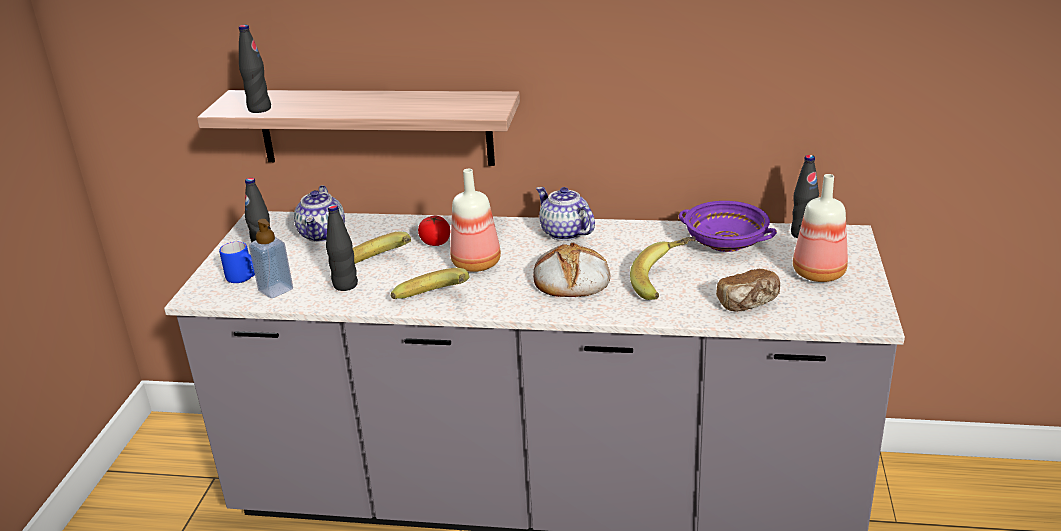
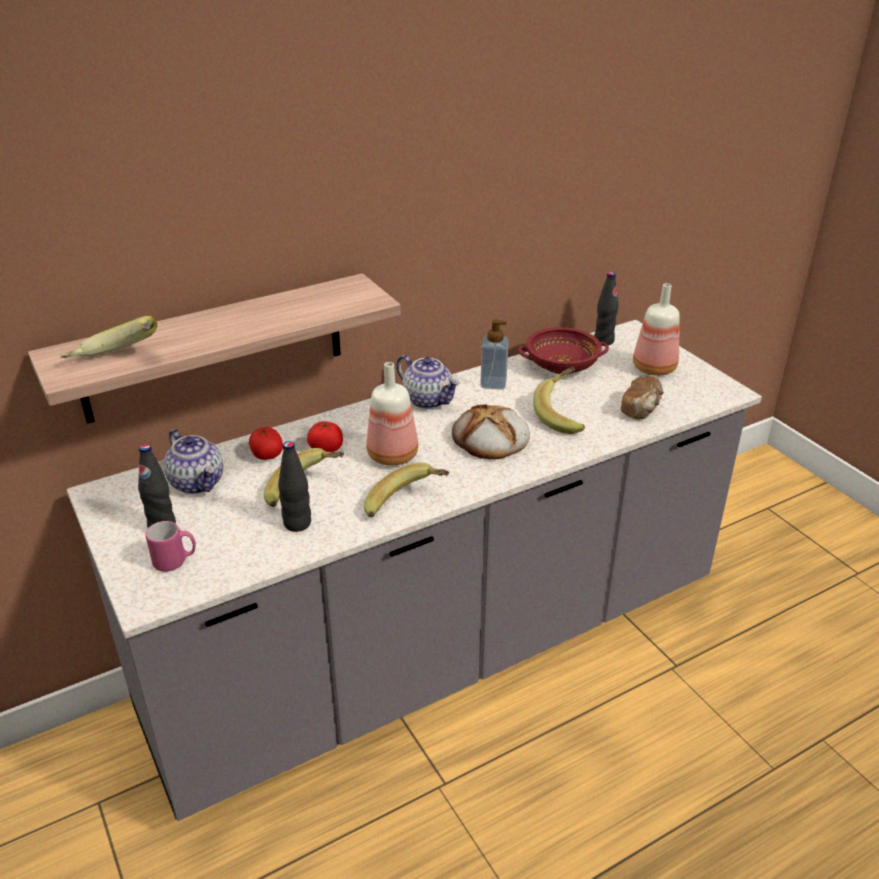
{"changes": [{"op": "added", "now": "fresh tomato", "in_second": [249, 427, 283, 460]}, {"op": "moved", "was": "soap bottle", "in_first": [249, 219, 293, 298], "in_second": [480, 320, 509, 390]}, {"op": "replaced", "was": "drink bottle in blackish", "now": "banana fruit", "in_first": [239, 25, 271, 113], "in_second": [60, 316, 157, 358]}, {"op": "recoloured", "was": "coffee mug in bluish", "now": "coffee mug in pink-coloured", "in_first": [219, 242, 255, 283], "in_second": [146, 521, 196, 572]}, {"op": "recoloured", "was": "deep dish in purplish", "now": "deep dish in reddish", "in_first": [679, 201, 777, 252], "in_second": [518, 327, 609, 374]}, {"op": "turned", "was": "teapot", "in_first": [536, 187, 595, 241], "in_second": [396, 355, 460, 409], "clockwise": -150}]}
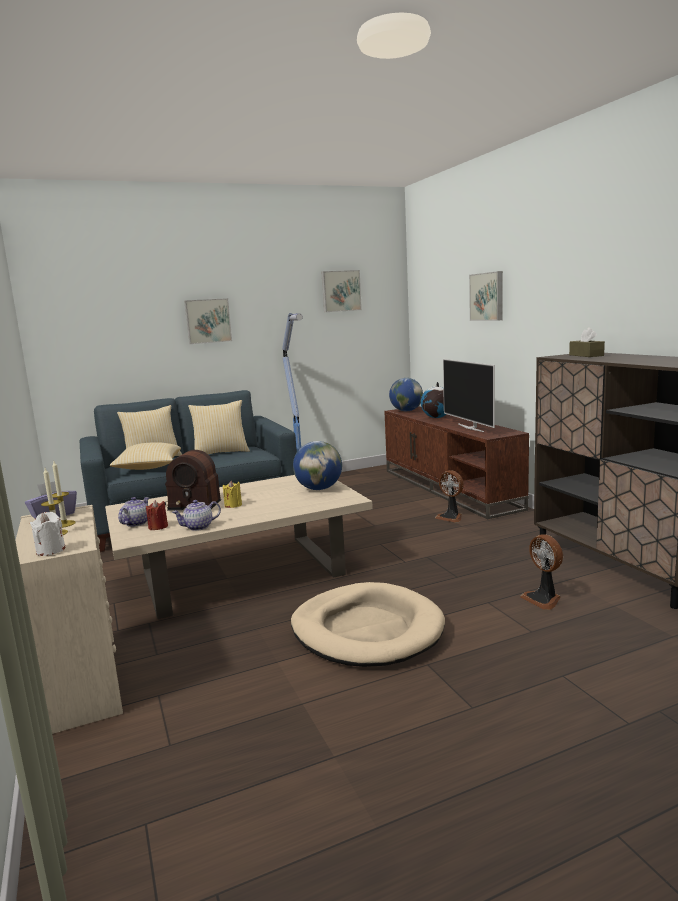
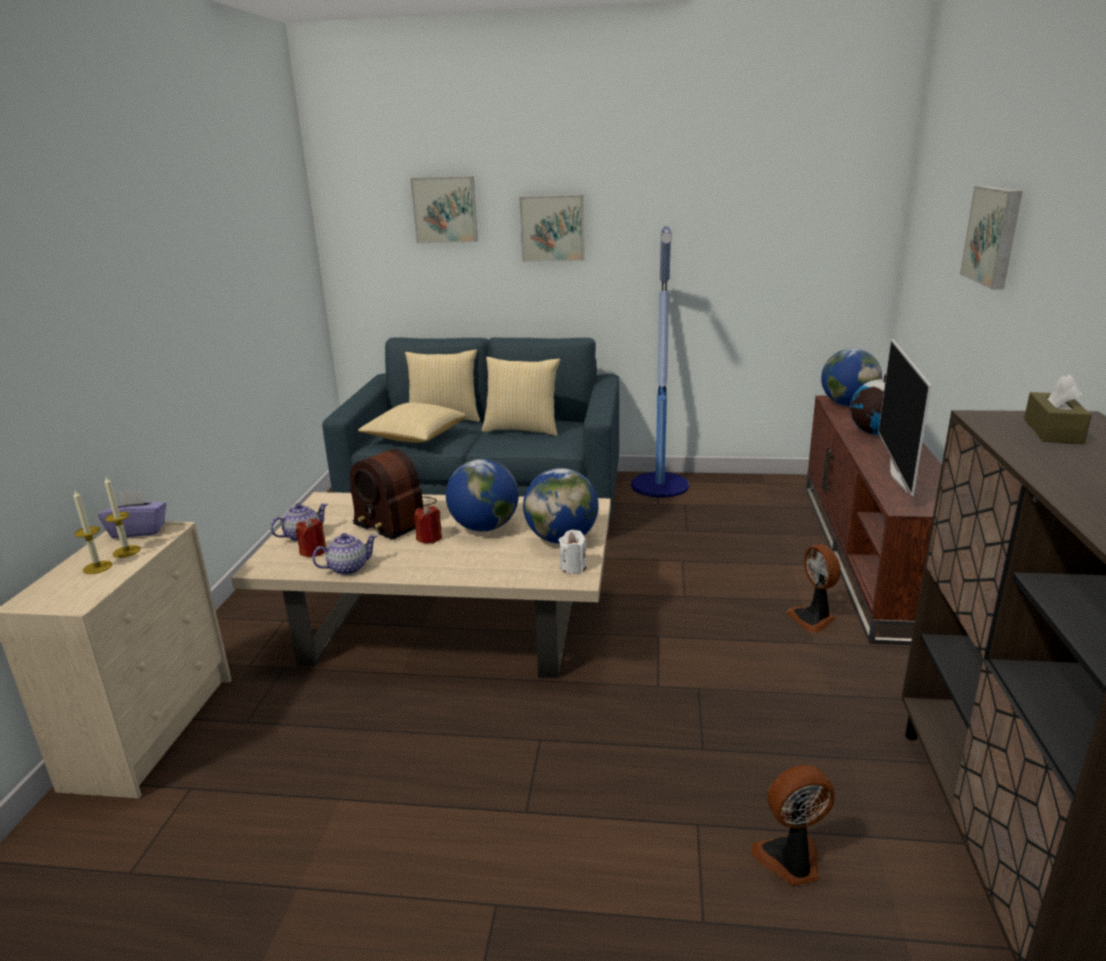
{"changes": [{"op": "removed", "was": "pet bed in beige-coloured", "in_first": [291, 582, 445, 667]}, {"op": "added", "now": "desk globe", "in_second": [446, 459, 519, 532]}, {"op": "moved", "was": "candle in white", "in_first": [30, 512, 65, 556], "in_second": [559, 530, 587, 574]}, {"op": "moved", "was": "wall picture", "in_first": [321, 270, 362, 312], "in_second": [410, 176, 478, 243]}, {"op": "recoloured", "was": "candle in yellow-coloured", "now": "candle in reddish", "in_first": [223, 480, 242, 508], "in_second": [414, 505, 442, 543]}, {"op": "turned", "was": "teapot", "in_first": [172, 500, 221, 531], "in_second": [312, 533, 378, 575], "clockwise": 150}, {"op": "turned", "was": "electric fan", "in_first": [520, 534, 563, 610], "in_second": [751, 765, 835, 886], "clockwise": 75}]}
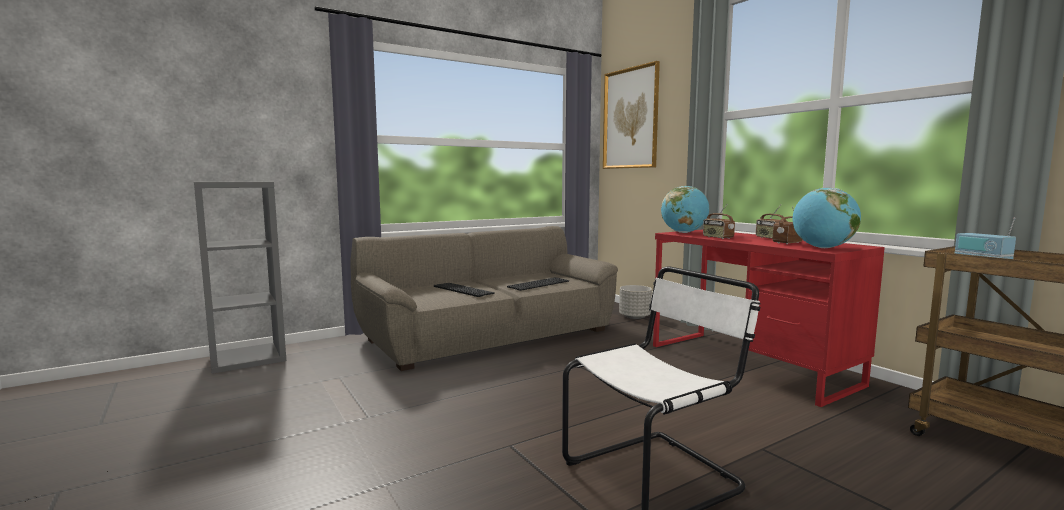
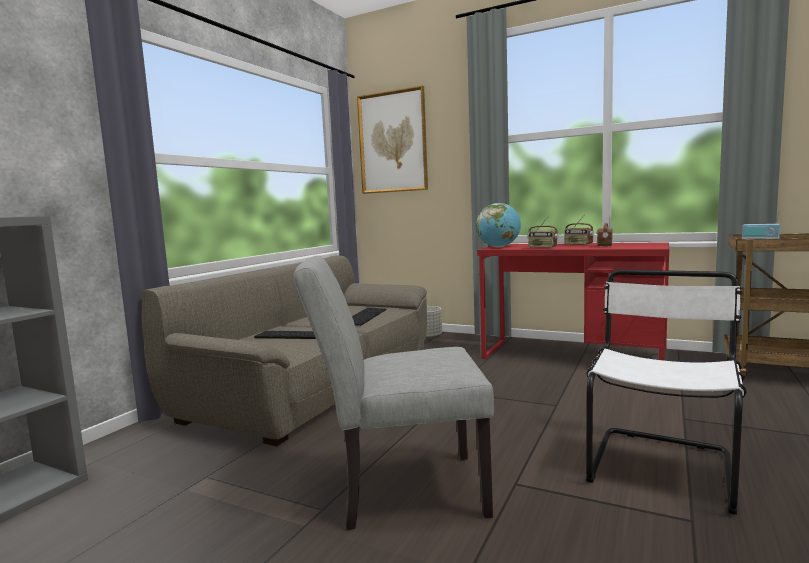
{"changes": [{"op": "removed", "was": "desk globe", "in_first": [792, 188, 861, 248]}, {"op": "added", "now": "upright chair in greyish", "in_second": [293, 256, 494, 530]}]}
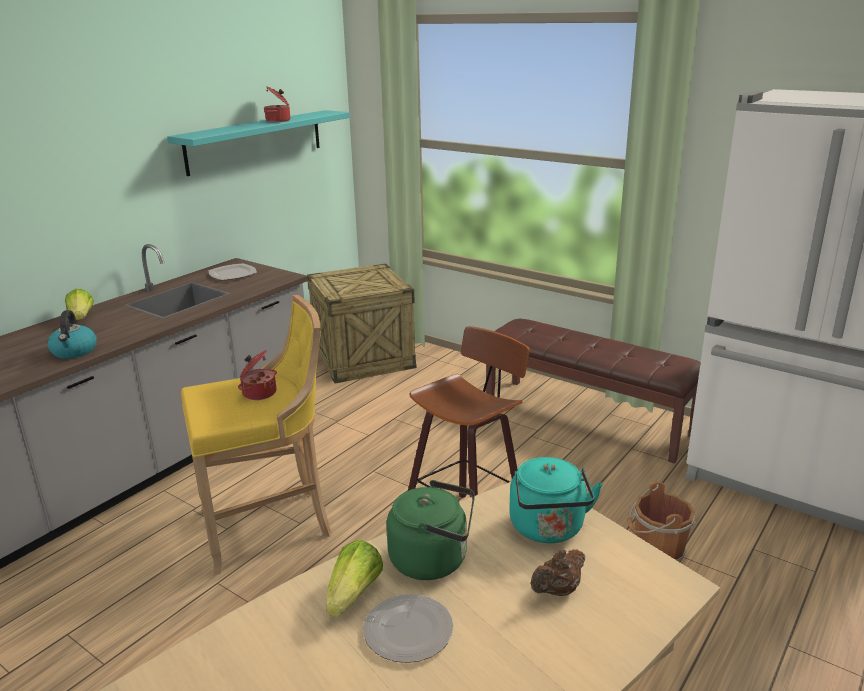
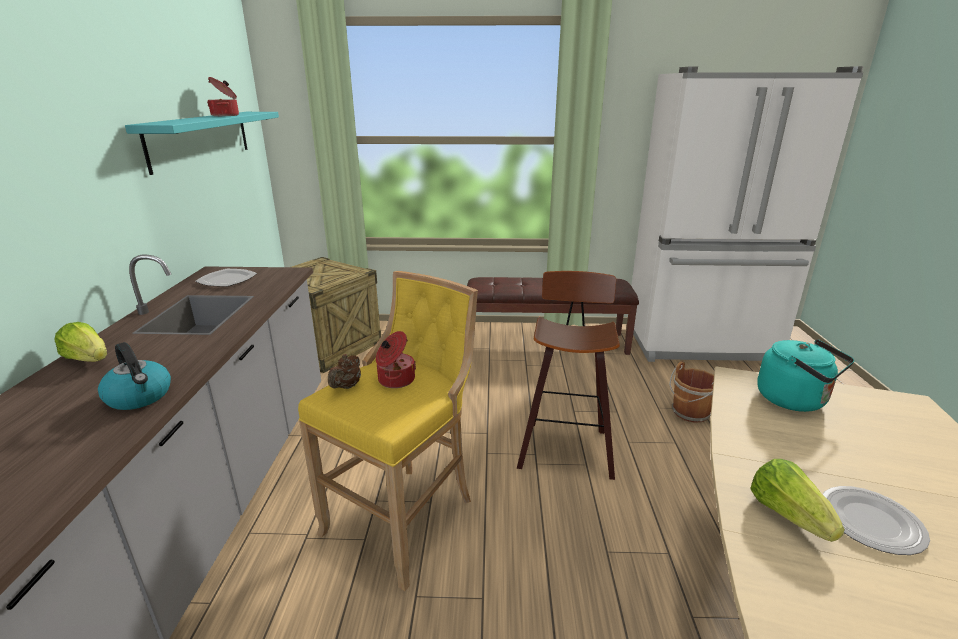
{"changes": [{"op": "removed", "was": "kettle in green", "in_first": [386, 480, 475, 580]}, {"op": "moved", "was": "teapot in brownish", "in_first": [531, 549, 585, 596], "in_second": [328, 354, 361, 389]}]}
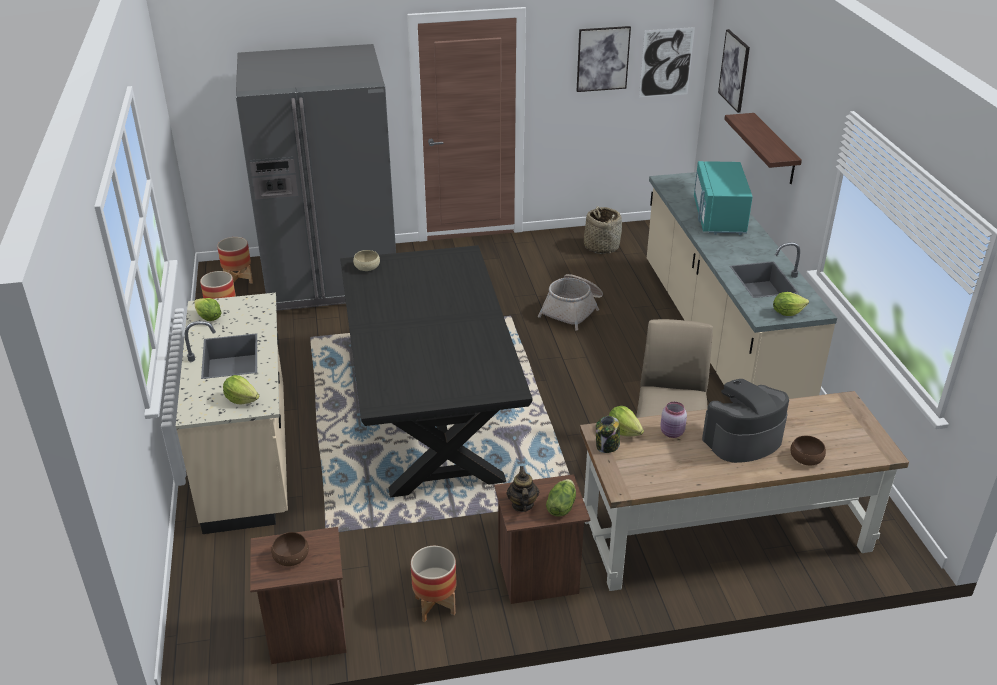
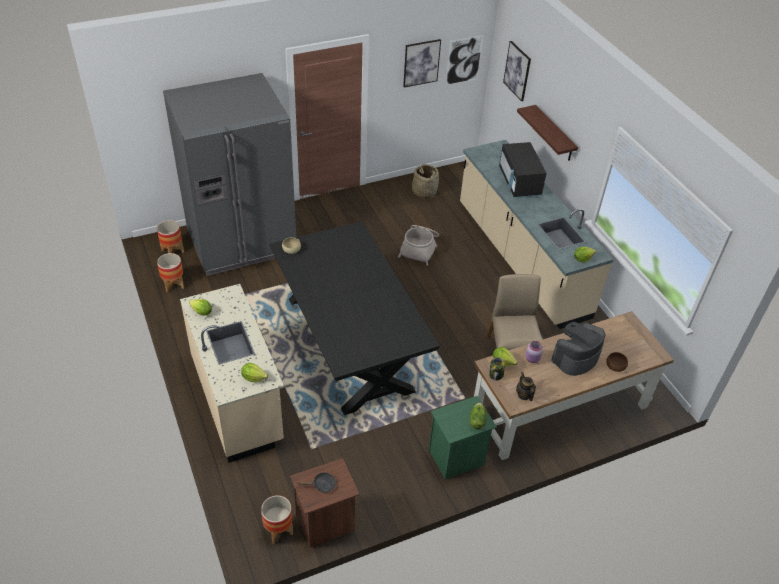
{"changes": [{"op": "moved", "was": "planter", "in_first": [411, 546, 456, 622], "in_second": [261, 495, 293, 544]}, {"op": "moved", "was": "teapot", "in_first": [507, 466, 539, 512], "in_second": [516, 372, 536, 401]}, {"op": "replaced", "was": "deep dish in brownish", "now": "frying pan in blackish", "in_first": [271, 532, 309, 566], "in_second": [297, 473, 336, 493]}, {"op": "recoloured", "was": "bedside table in brownish", "now": "bedside table in green", "in_first": [494, 474, 590, 604], "in_second": [429, 396, 497, 479]}, {"op": "recoloured", "was": "microwave oven in turquoise", "now": "microwave oven in blackish", "in_first": [694, 161, 753, 235], "in_second": [499, 142, 547, 198]}]}
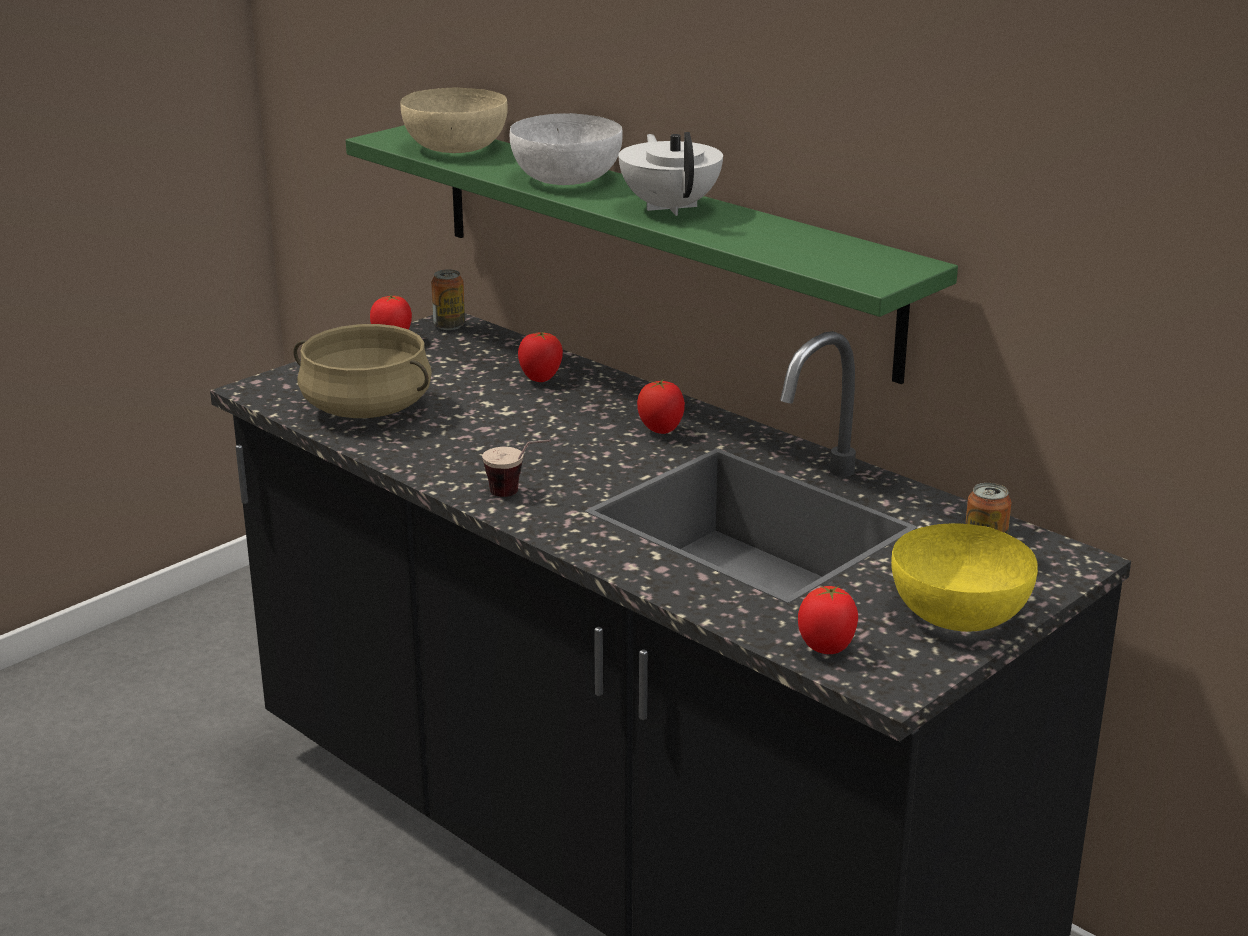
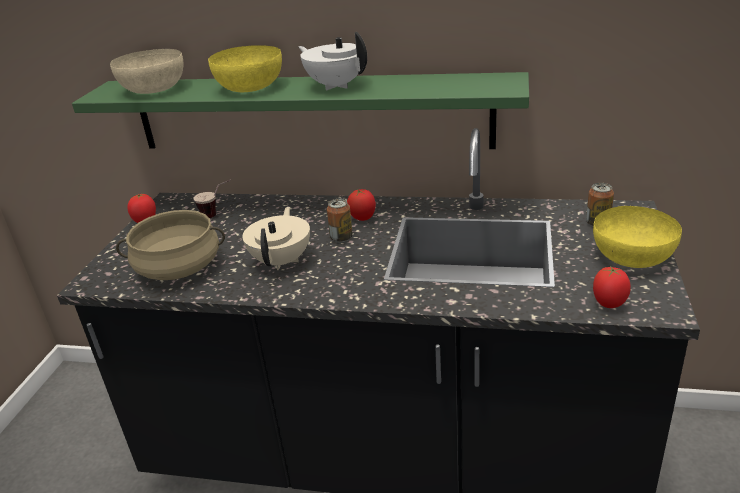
{"changes": [{"op": "removed", "was": "fresh tomato", "in_first": [518, 332, 563, 382]}, {"op": "added", "now": "teapot in beige-coloured", "in_second": [242, 207, 310, 270]}, {"op": "moved", "was": "sealed can", "in_first": [431, 269, 465, 330], "in_second": [327, 199, 353, 242]}, {"op": "moved", "was": "drinking cup", "in_first": [482, 440, 551, 497], "in_second": [193, 179, 231, 218]}, {"op": "recoloured", "was": "deep dish in white", "now": "deep dish in yellow-coloured", "in_first": [510, 113, 623, 185], "in_second": [208, 45, 282, 92]}]}
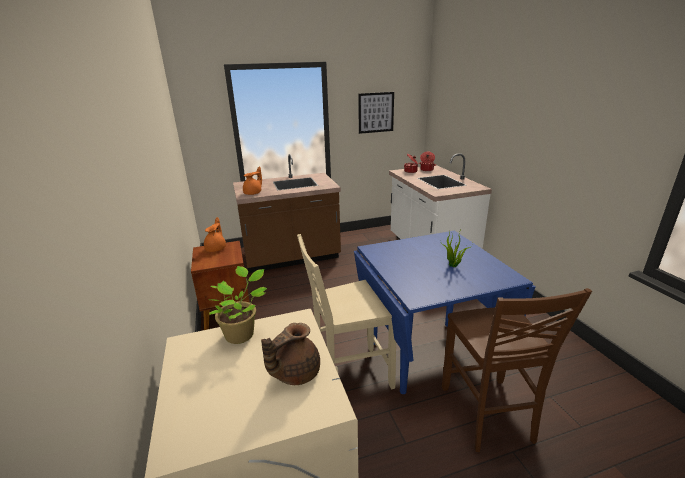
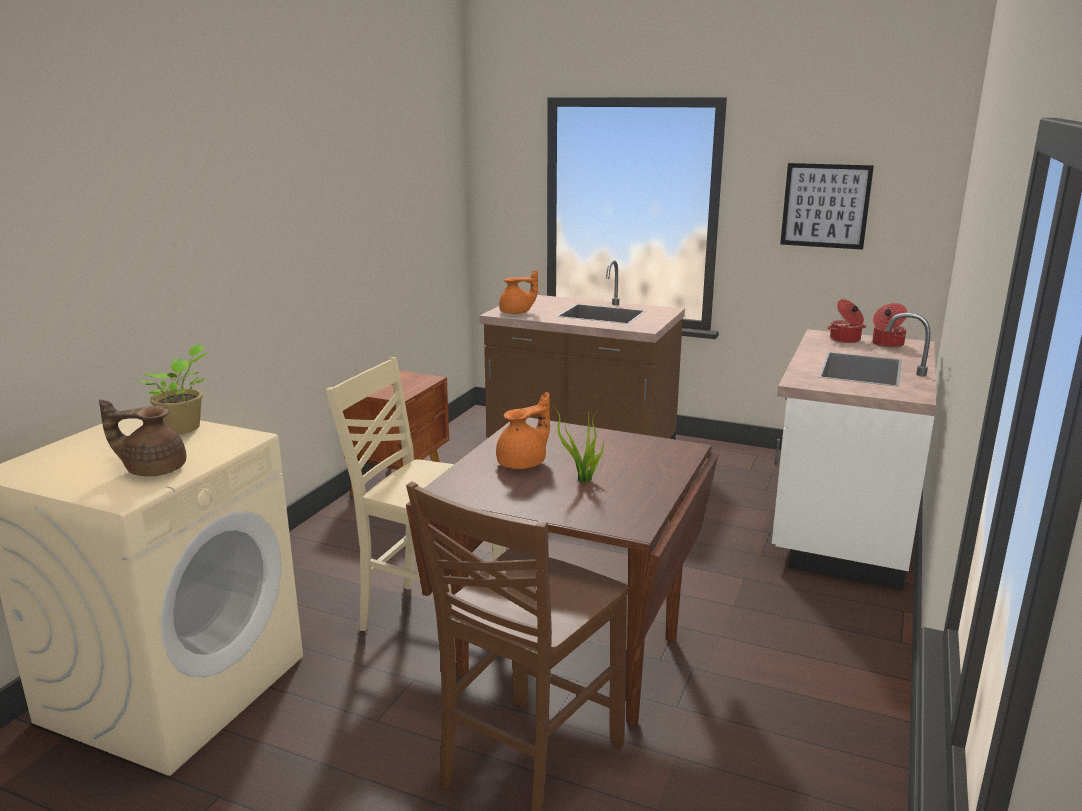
{"changes": [{"op": "moved", "was": "teapot in orange-coloured", "in_first": [204, 217, 226, 252], "in_second": [496, 392, 550, 469]}, {"op": "recoloured", "was": "kitchen table in bluish", "now": "kitchen table in brownish", "in_first": [354, 231, 535, 394], "in_second": [406, 417, 718, 725]}]}
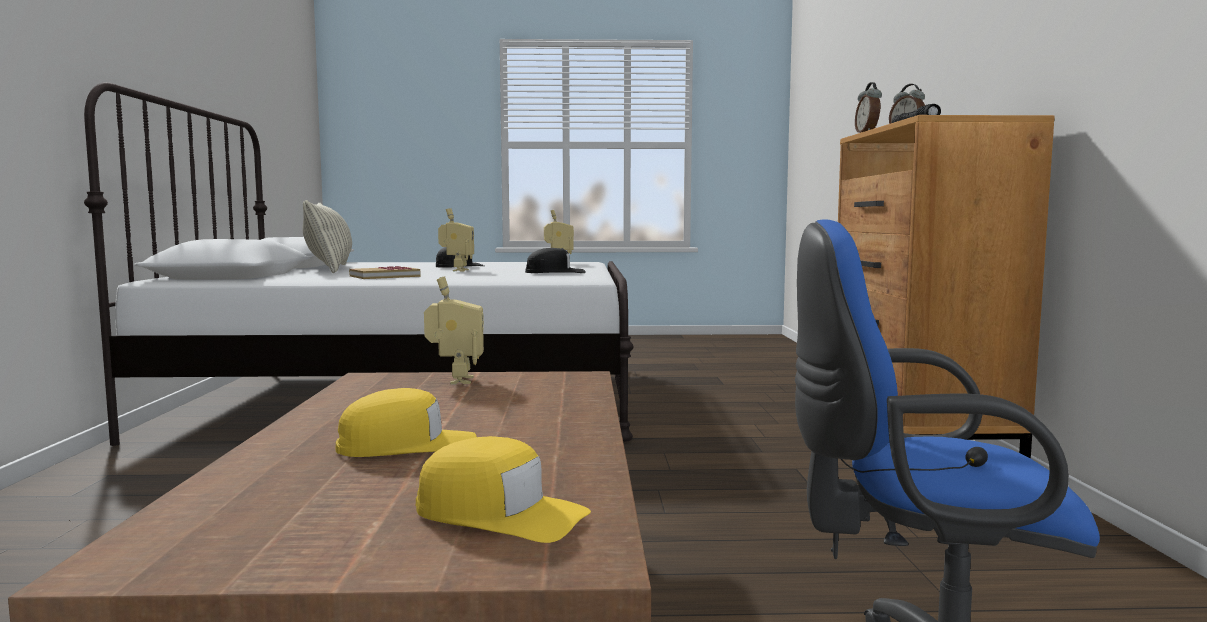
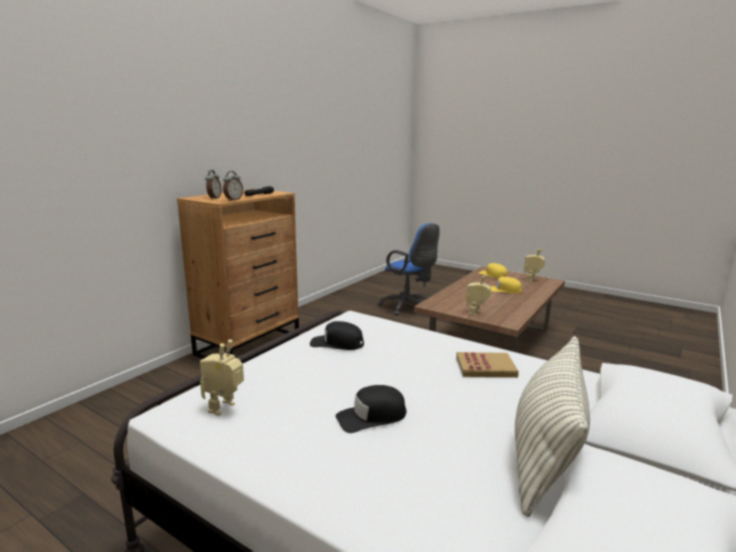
{"changes": [{"op": "moved", "was": "model robot", "in_first": [438, 208, 474, 271], "in_second": [524, 248, 545, 281]}]}
